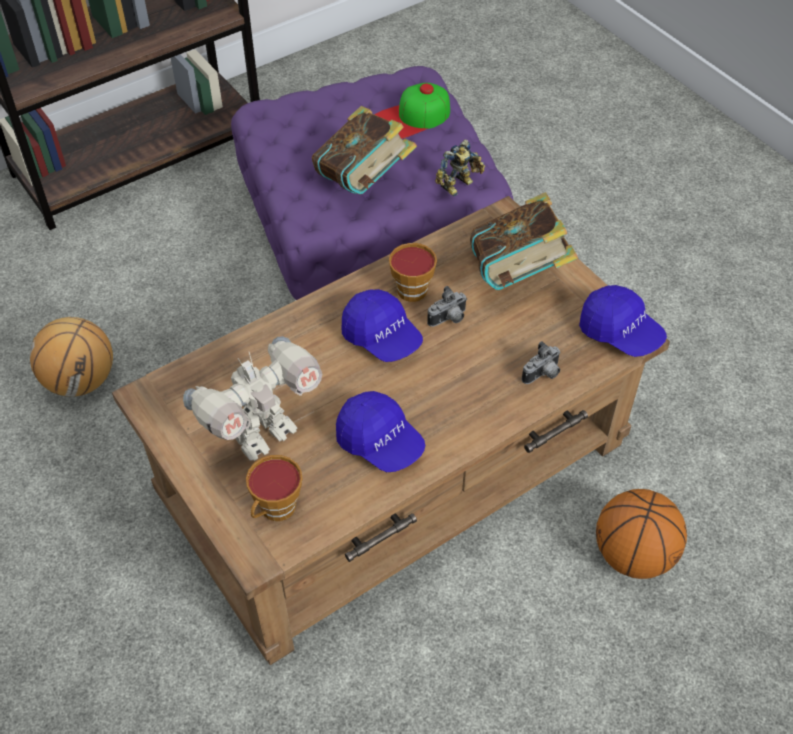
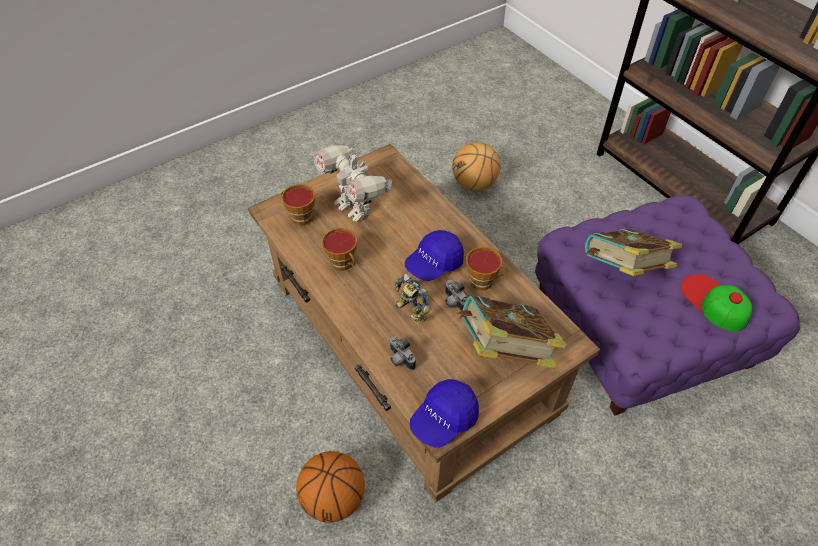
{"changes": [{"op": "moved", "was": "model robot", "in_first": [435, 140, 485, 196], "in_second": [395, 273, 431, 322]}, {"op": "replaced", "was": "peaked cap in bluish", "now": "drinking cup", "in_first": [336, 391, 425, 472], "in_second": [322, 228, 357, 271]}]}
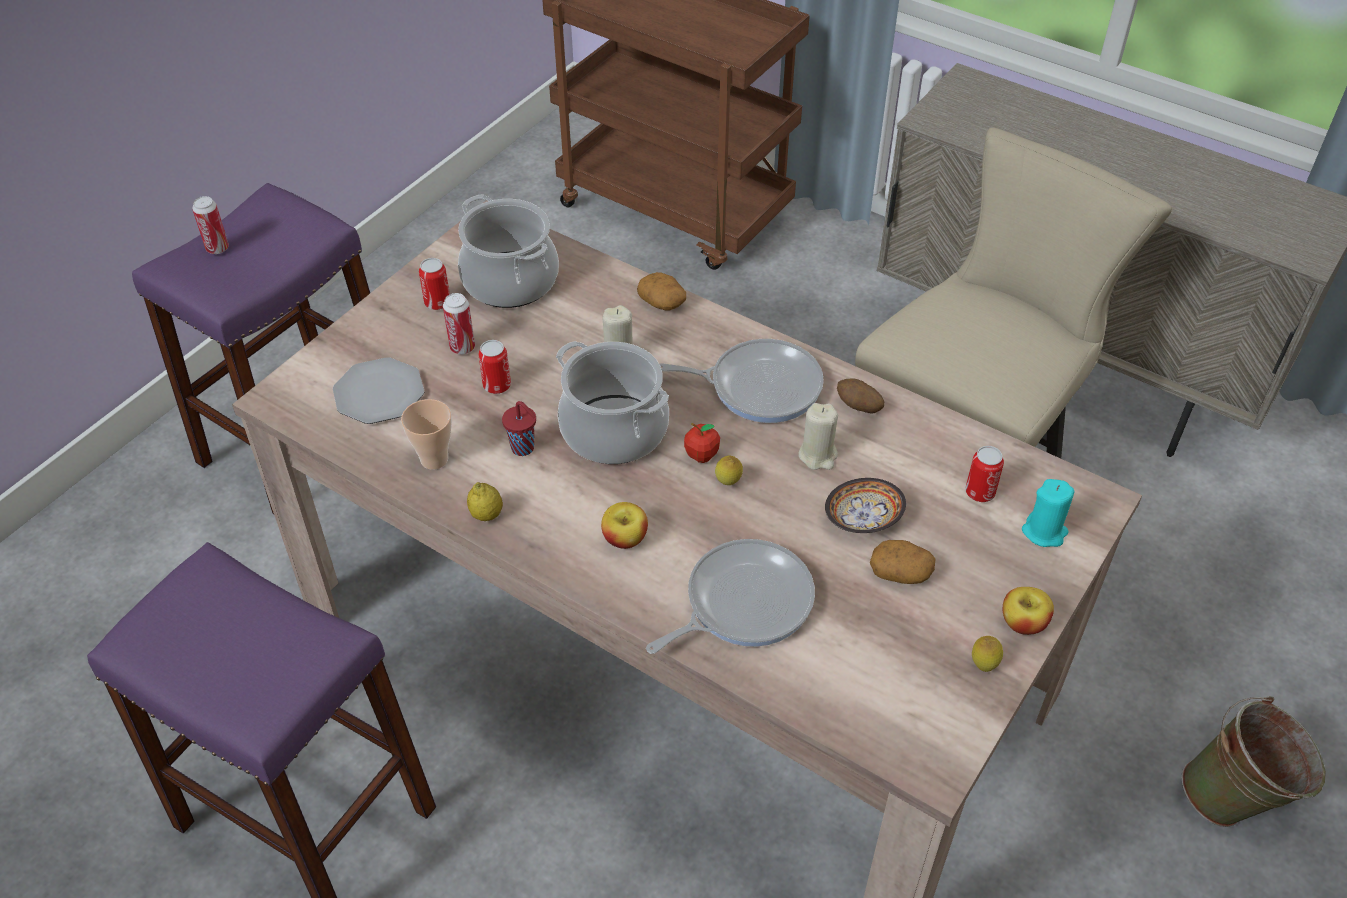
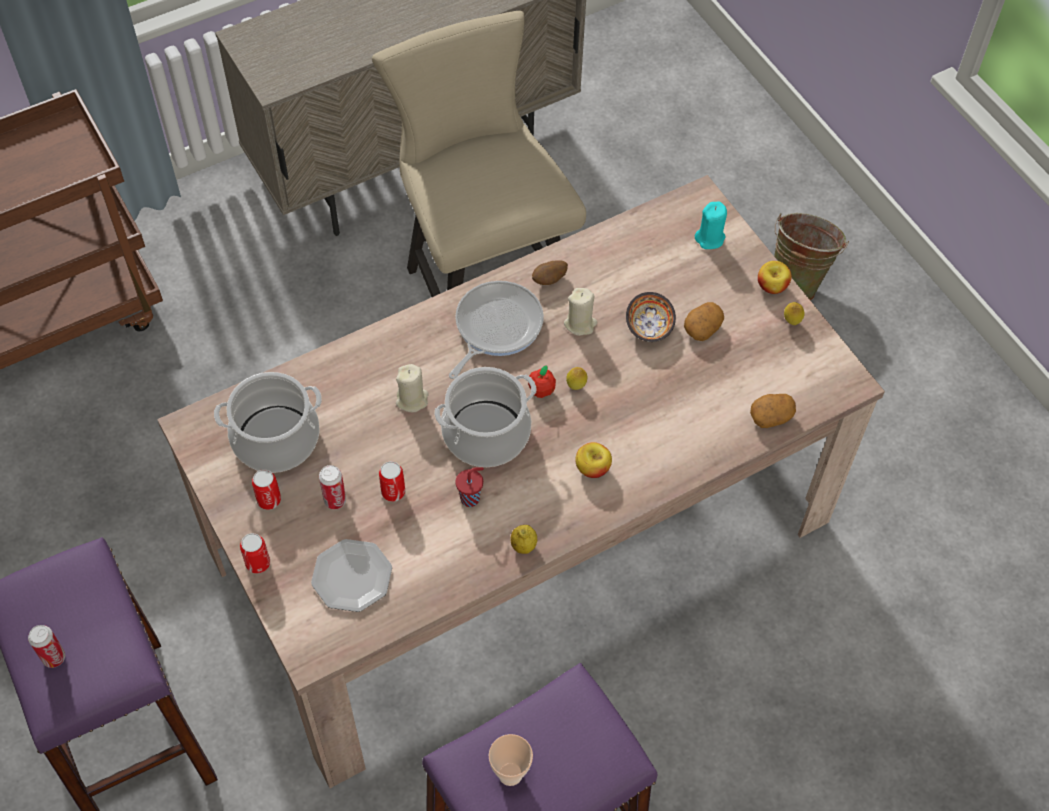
{"changes": [{"op": "removed", "was": "frying pan", "in_first": [646, 539, 815, 654]}, {"op": "moved", "was": "drinking cup", "in_first": [401, 399, 452, 470], "in_second": [489, 734, 533, 786]}, {"op": "moved", "was": "potato", "in_first": [637, 272, 686, 310], "in_second": [750, 394, 796, 428]}, {"op": "moved", "was": "sealed can", "in_first": [965, 446, 1004, 502], "in_second": [240, 533, 270, 574]}]}
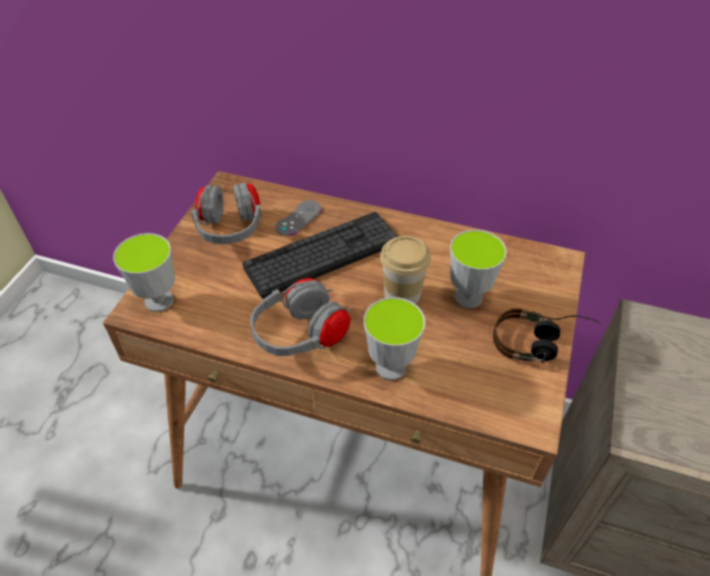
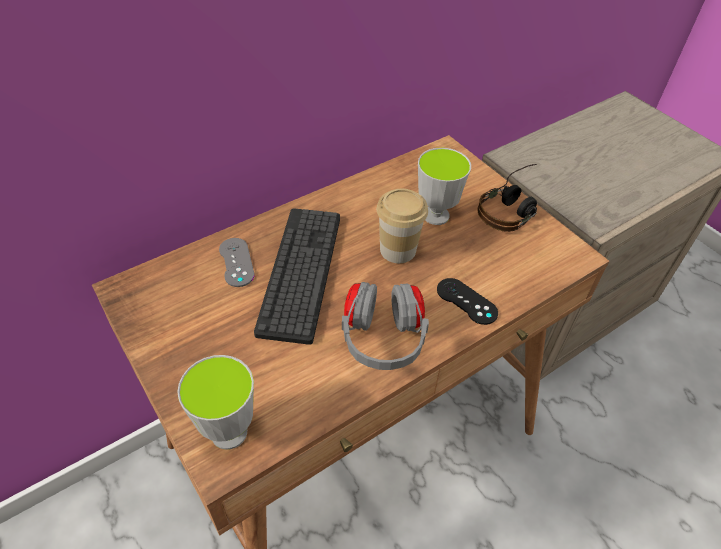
{"changes": [{"op": "removed", "was": "headset in greyish", "in_first": [192, 183, 261, 244]}, {"op": "replaced", "was": "drinking cup", "now": "game controller in blackish", "in_first": [364, 297, 426, 380], "in_second": [437, 278, 498, 325]}]}
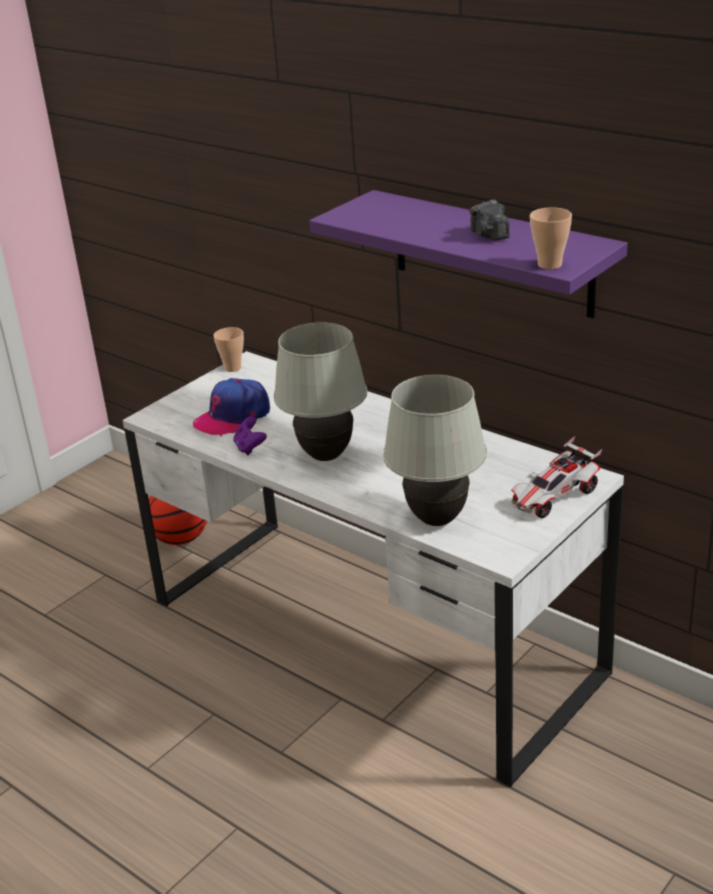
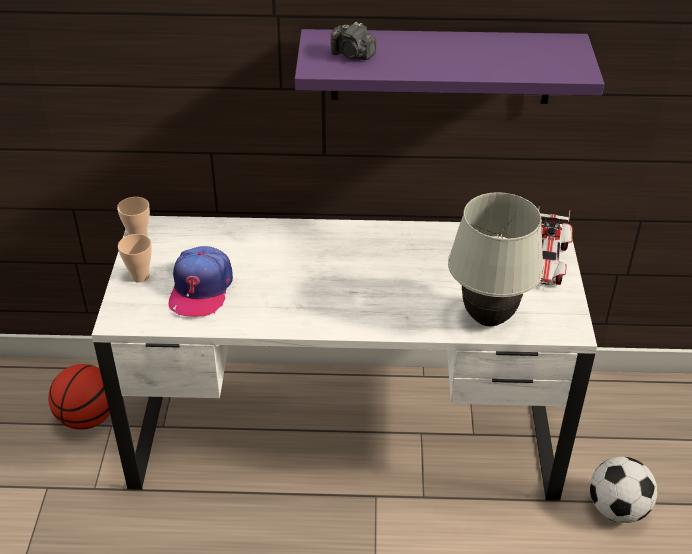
{"changes": [{"op": "removed", "was": "game controller in purplish", "in_first": [234, 416, 267, 455]}, {"op": "removed", "was": "lamp for a table in white", "in_first": [274, 322, 368, 461]}, {"op": "added", "now": "football ball", "in_second": [590, 457, 657, 523]}, {"op": "moved", "was": "photo camera", "in_first": [469, 199, 510, 241], "in_second": [331, 22, 376, 60]}, {"op": "moved", "was": "drinking cup", "in_first": [530, 207, 572, 269], "in_second": [118, 234, 152, 283]}]}
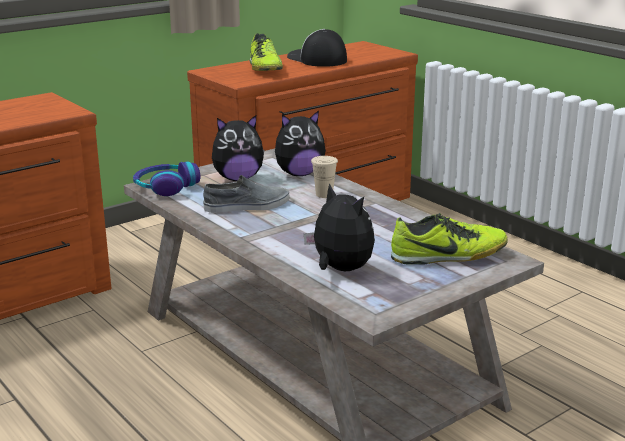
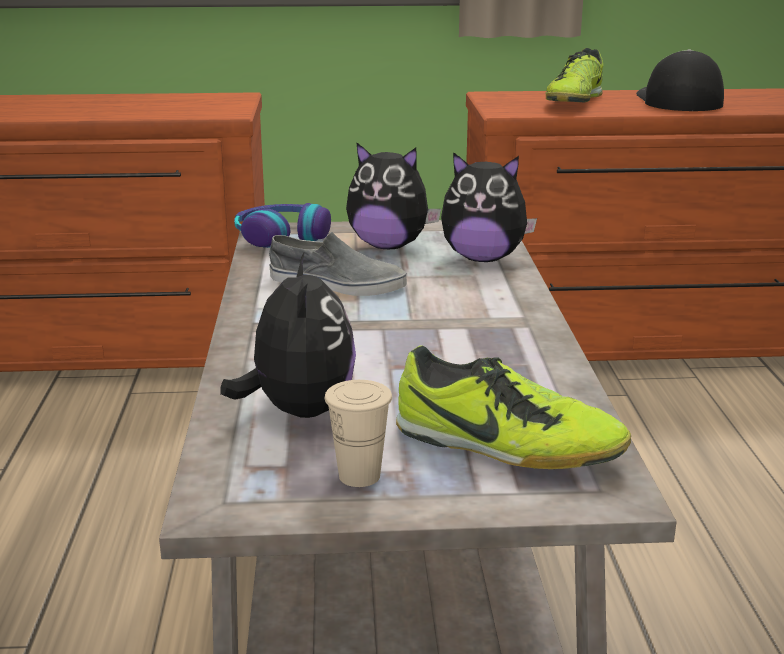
{"changes": [{"op": "moved", "was": "drinking cup in beige-coloured", "in_first": [311, 156, 338, 198], "in_second": [325, 380, 392, 487]}]}
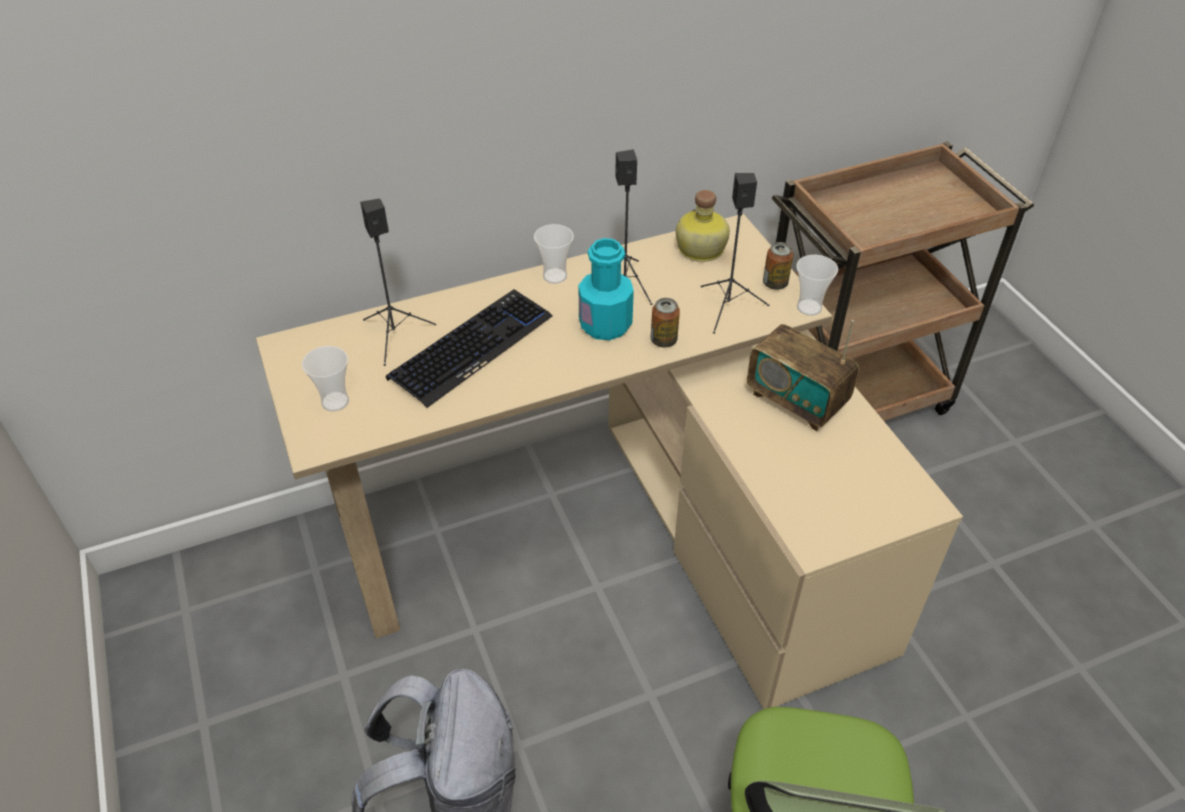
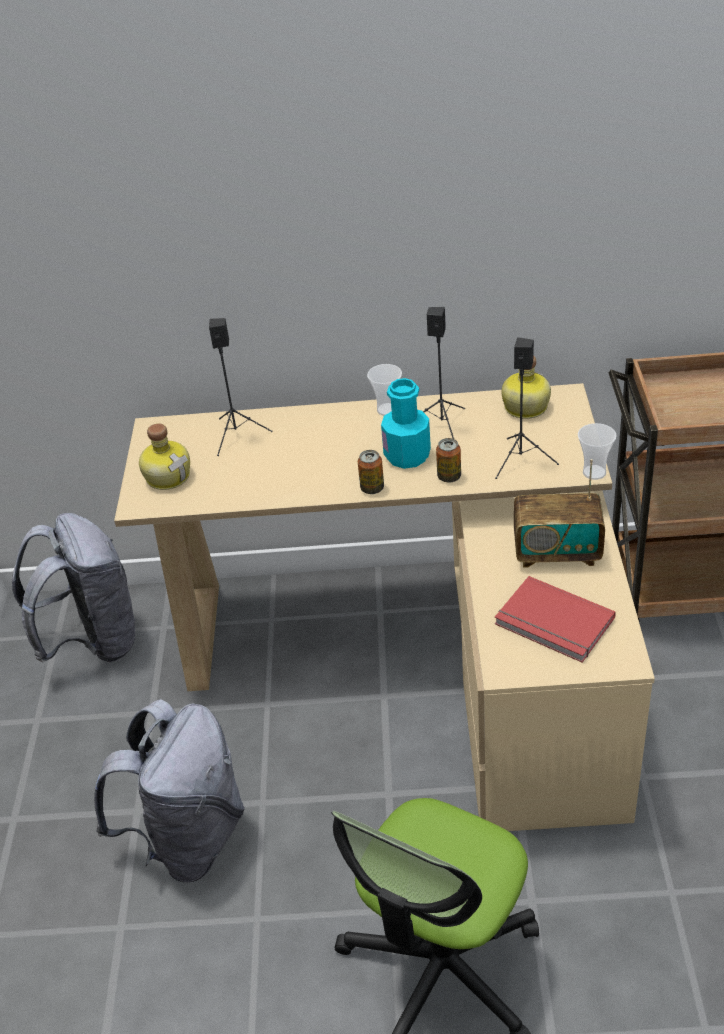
{"changes": [{"op": "removed", "was": "computer keyboard", "in_first": [386, 289, 553, 408]}, {"op": "added", "now": "rucksack in greyish", "in_second": [12, 513, 137, 663]}, {"op": "added", "now": "book in reddish", "in_second": [495, 576, 616, 663]}, {"op": "moved", "was": "sealed can", "in_first": [763, 242, 793, 290], "in_second": [358, 450, 384, 494]}, {"op": "replaced", "was": "drinking cup", "now": "drink bottle", "in_first": [302, 346, 349, 412], "in_second": [139, 423, 190, 490]}, {"op": "turned", "was": "radio", "in_first": [747, 320, 859, 431], "in_second": [514, 459, 605, 568], "clockwise": -60}]}
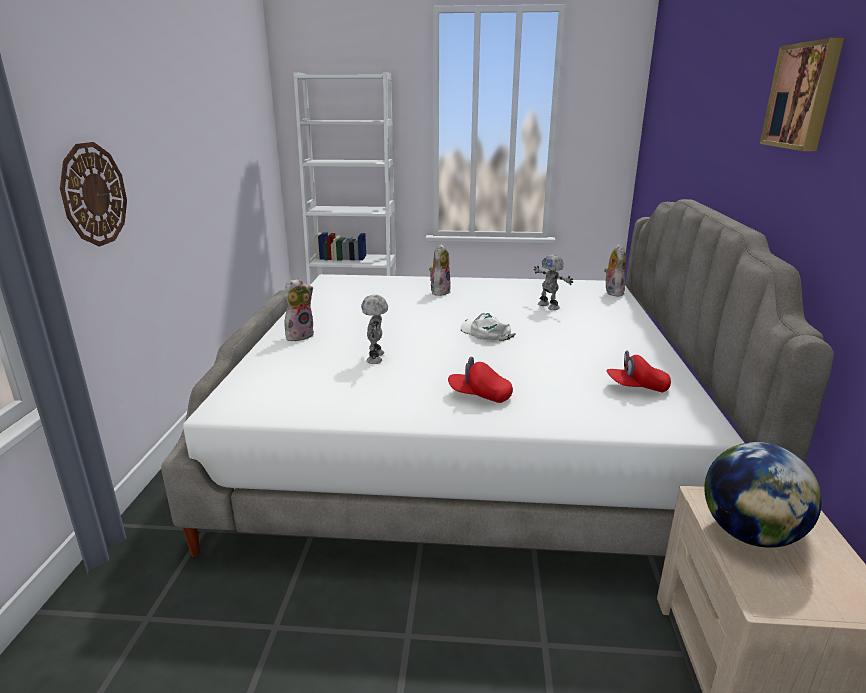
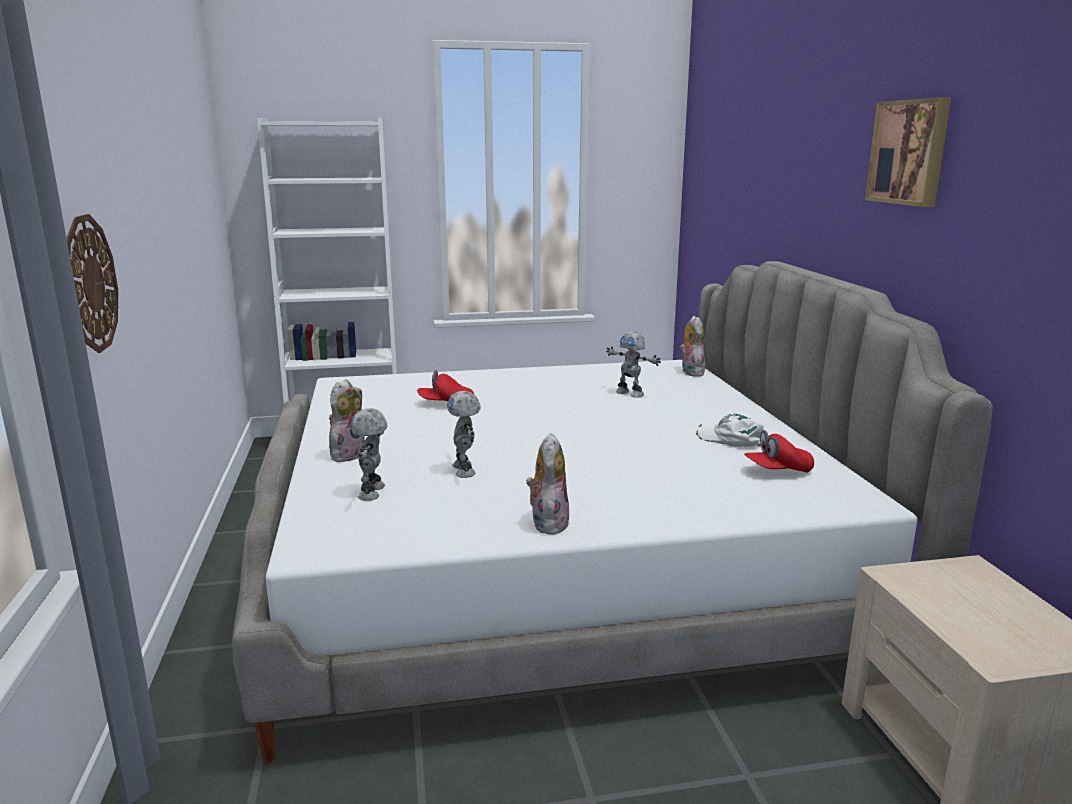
{"changes": [{"op": "removed", "was": "desk globe", "in_first": [704, 442, 822, 548]}, {"op": "added", "now": "model robot", "in_second": [350, 408, 387, 501]}, {"op": "moved", "was": "plush toy", "in_first": [429, 244, 451, 296], "in_second": [526, 433, 570, 535]}, {"op": "moved", "was": "peaked cap in reddish", "in_first": [448, 357, 513, 403], "in_second": [417, 370, 474, 402]}, {"op": "moved", "was": "peaked cap in white", "in_first": [461, 313, 516, 341], "in_second": [696, 413, 764, 447]}]}
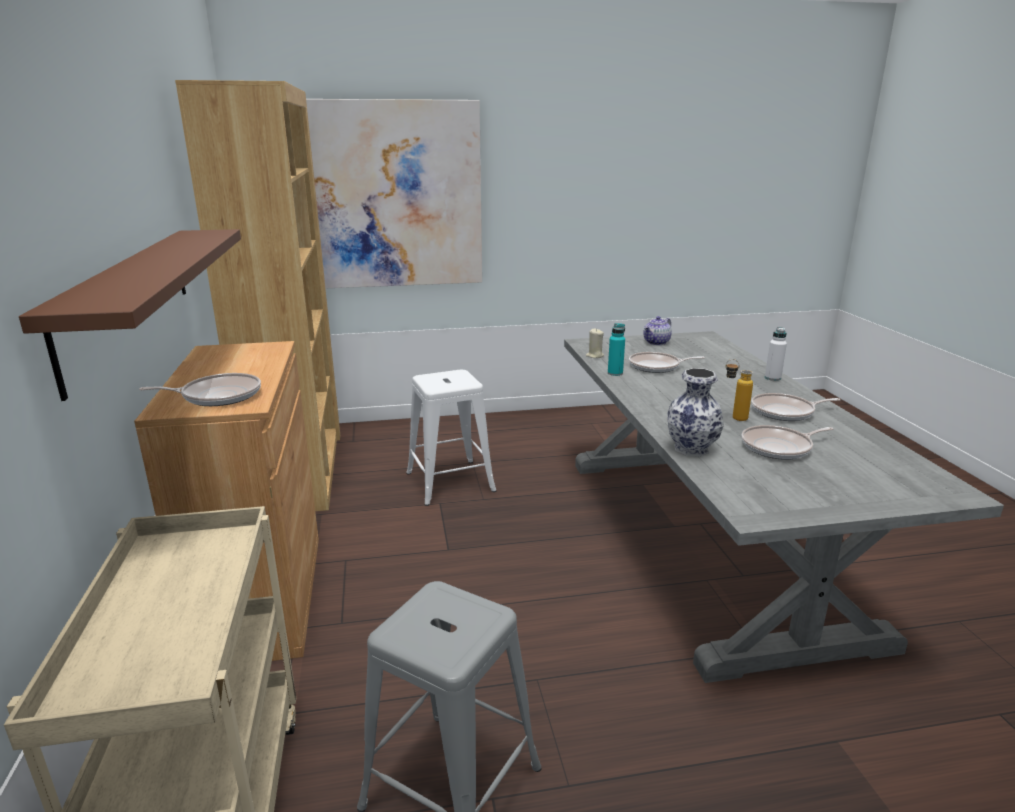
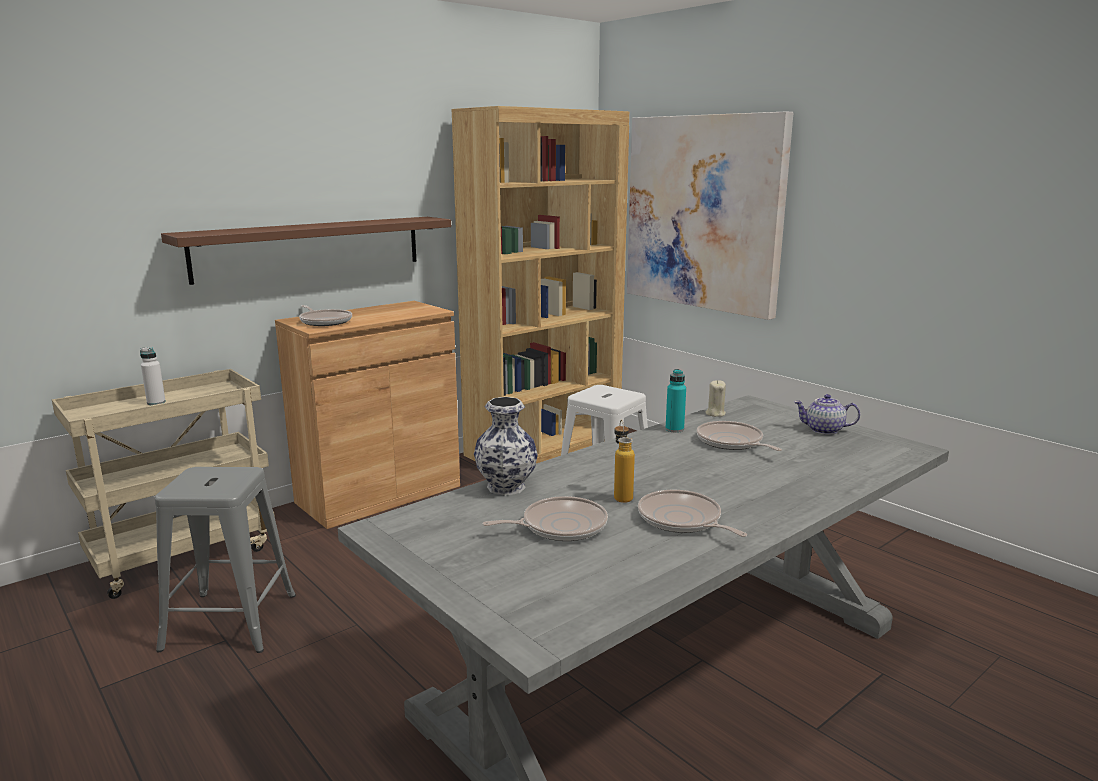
{"changes": [{"op": "moved", "was": "drink bottle in white", "in_first": [765, 327, 787, 381], "in_second": [140, 347, 166, 405]}, {"op": "turned", "was": "frying pan", "in_first": [741, 425, 833, 460], "in_second": [483, 496, 608, 541], "clockwise": 120}]}
